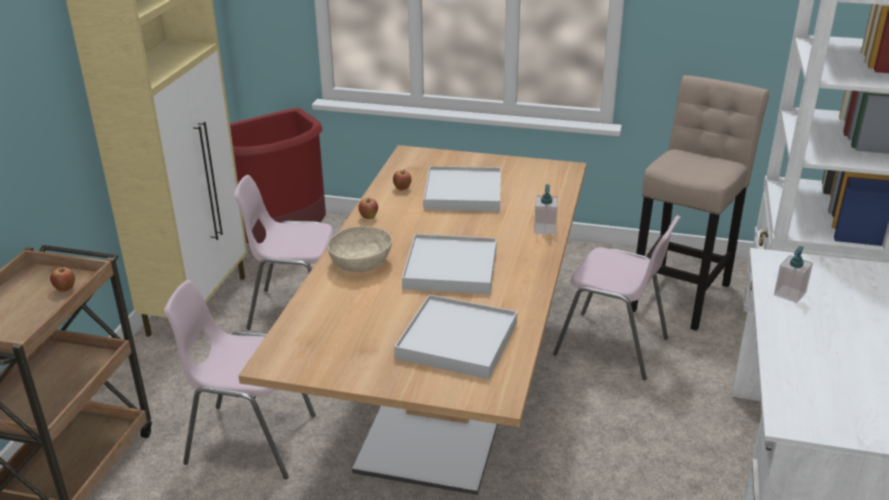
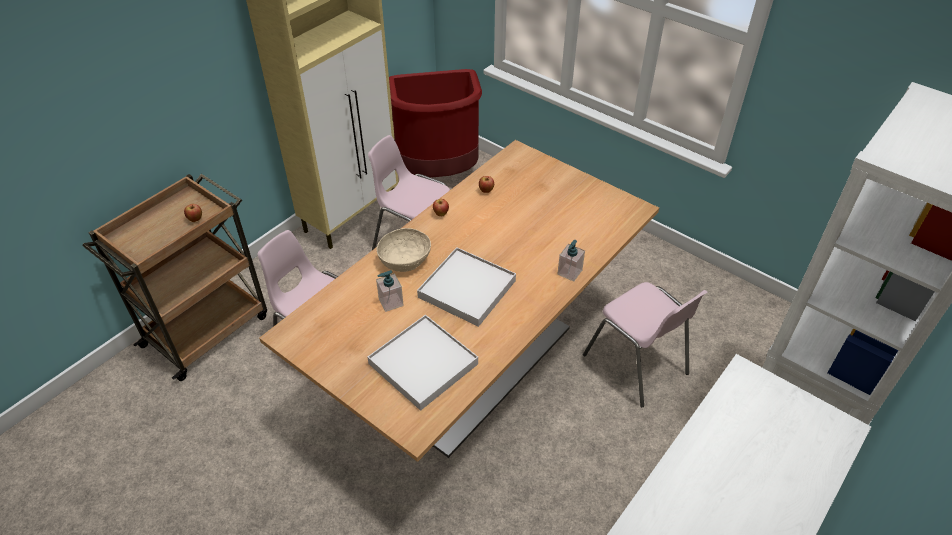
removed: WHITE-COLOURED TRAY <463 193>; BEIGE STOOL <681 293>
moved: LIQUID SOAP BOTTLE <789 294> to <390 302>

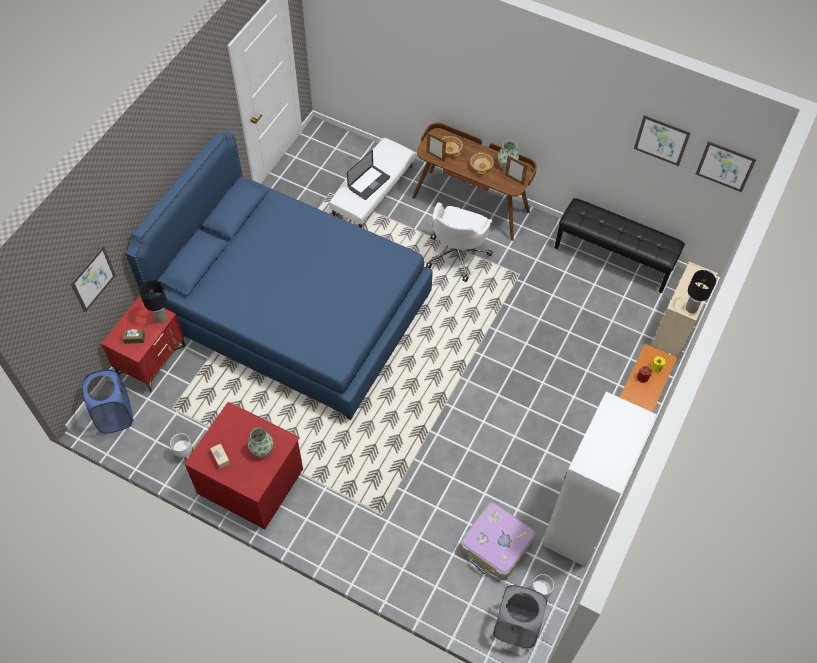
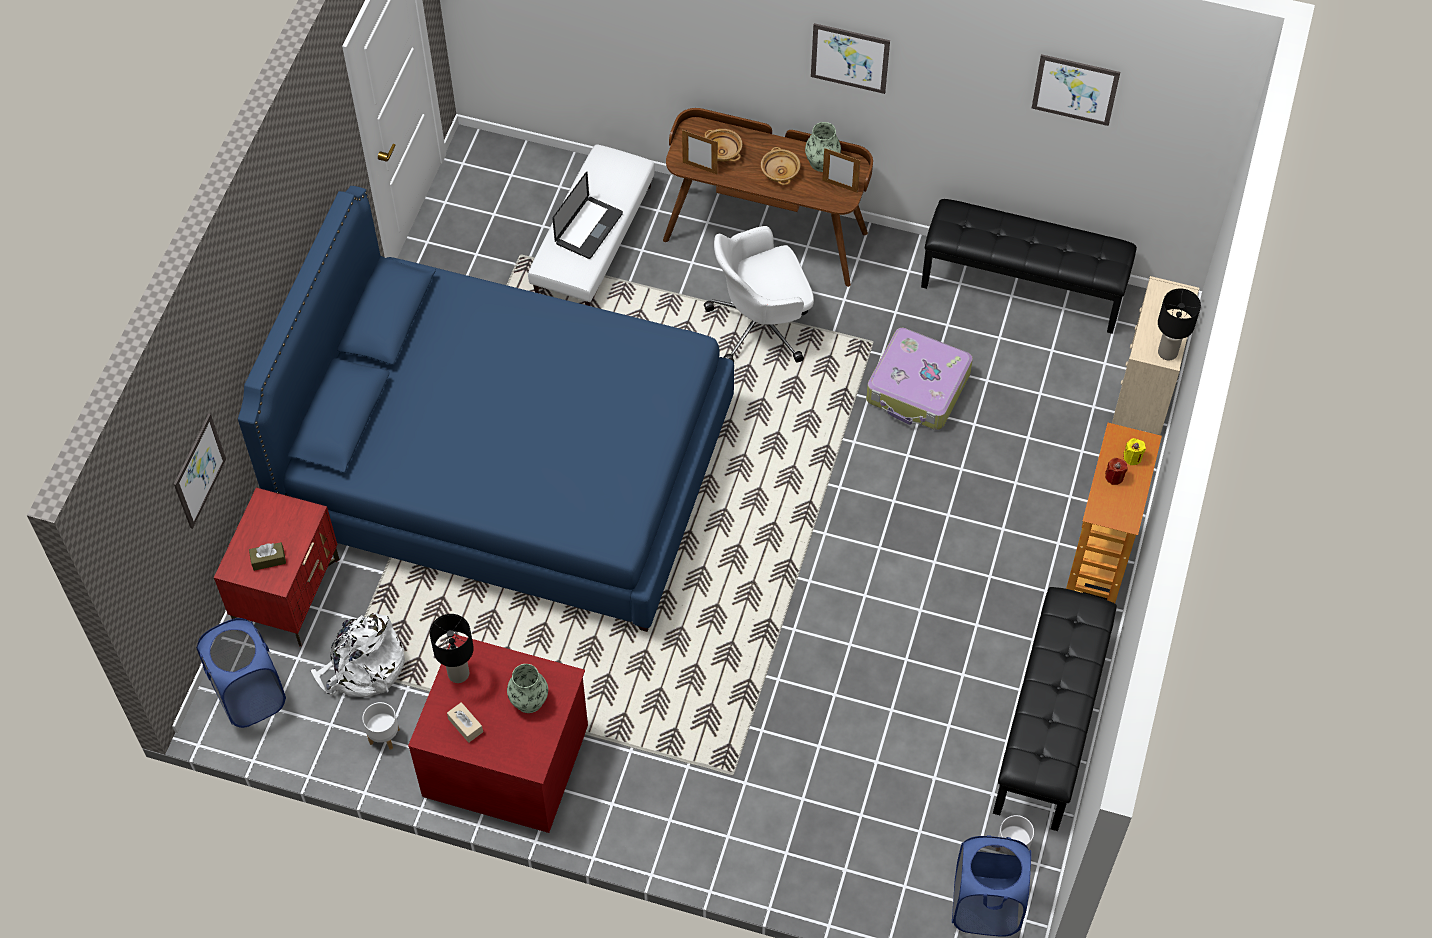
added: WHITE-COLOURED RUCKSACK <363 667>
moved: BLACK TABLE LAMP <161 318> to <458 673>; PIECE OF LUGGAGE <496 545> to <918 388>; WALL ART <725 166> to <850 58>
replaced: WHITE-COLOURED CLOTHES CUPBOARD <578 521> to BLACK LONG SEAT <1050 726>
recoloured: GREY HAMPER <516 626> to BLUISH HAMPER <985 906>
turned: WHITE-COLOURED OFFICE CHAIR <457 254> = <761 325> 60 degrees clockwise

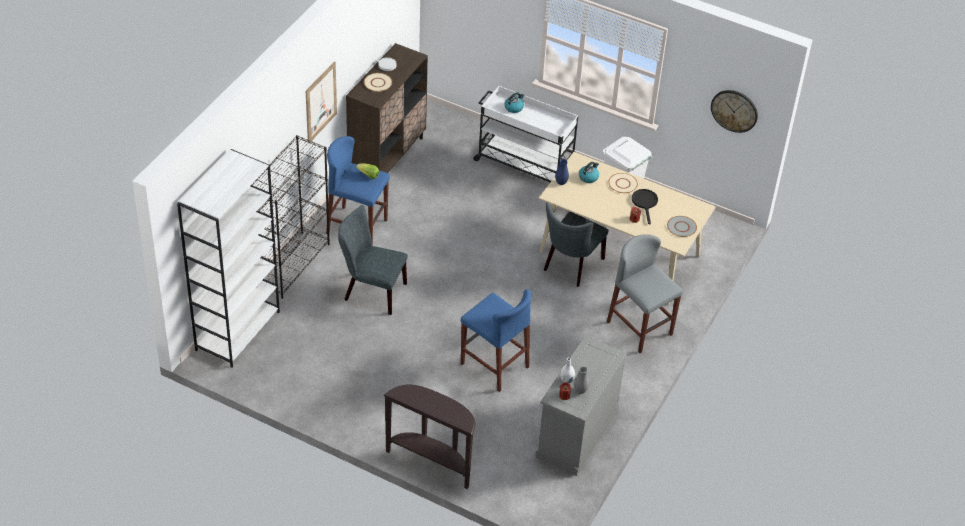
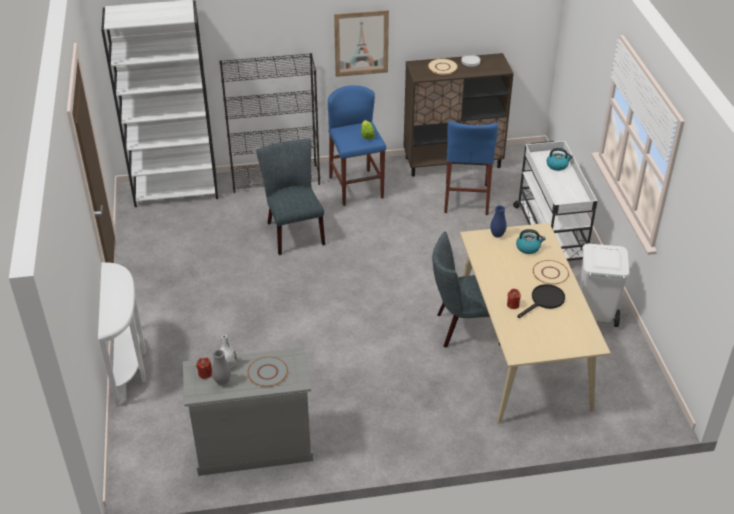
removed: GREY STOOL <639 328>; CLOCK ON THE WALL <734 110>
moved: BLUISH STOOL <494 365> to <466 198>; GREY DINNER PLATE <681 227> to <267 372>
recoloured: BROWN NARROW TABLE <432 461> to WHITE-COLOURED NARROW TABLE <130 367>

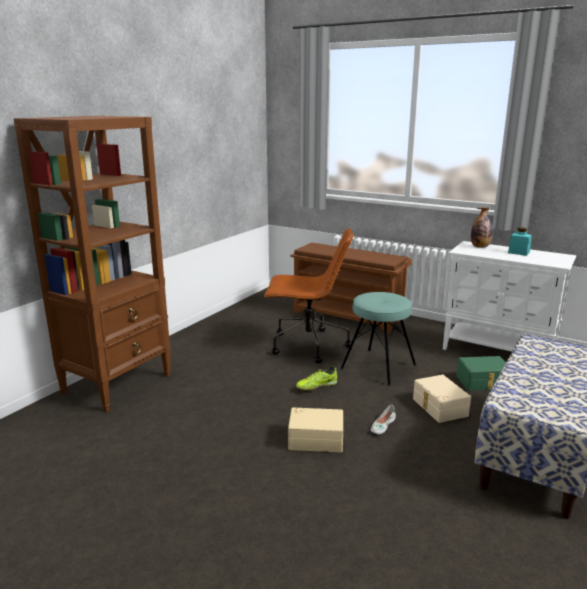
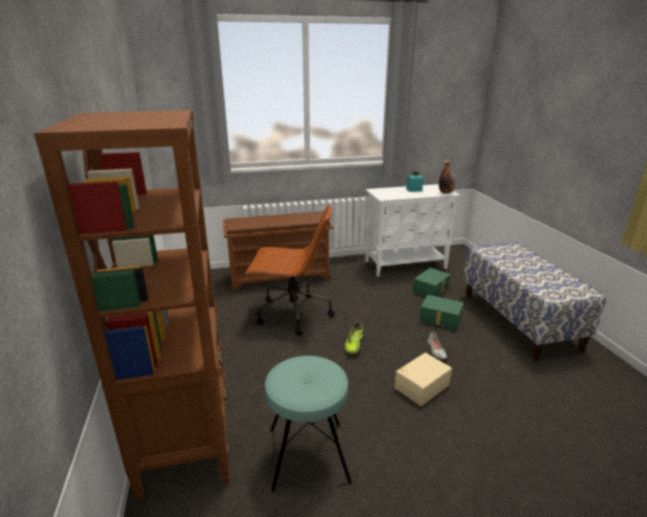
moved: TURQUOISE-COLOURED STOOL <378 367> to <308 454>; BOTTLE <480 247> to <446 192>
recoloured: BEIGE STORAGE BIN <439 407> to GREEN-COLOURED STORAGE BIN <440 319>
turned: BROWN OFFICE CHAIR <307 345> = <292 314> 45 degrees clockwise

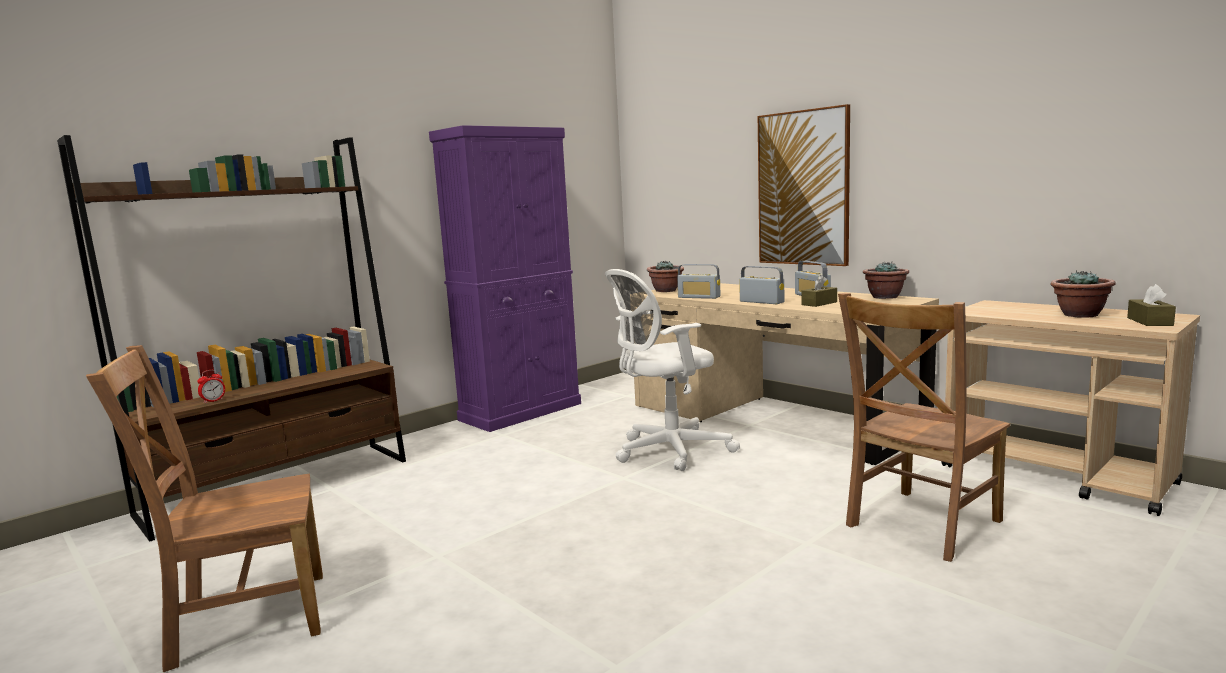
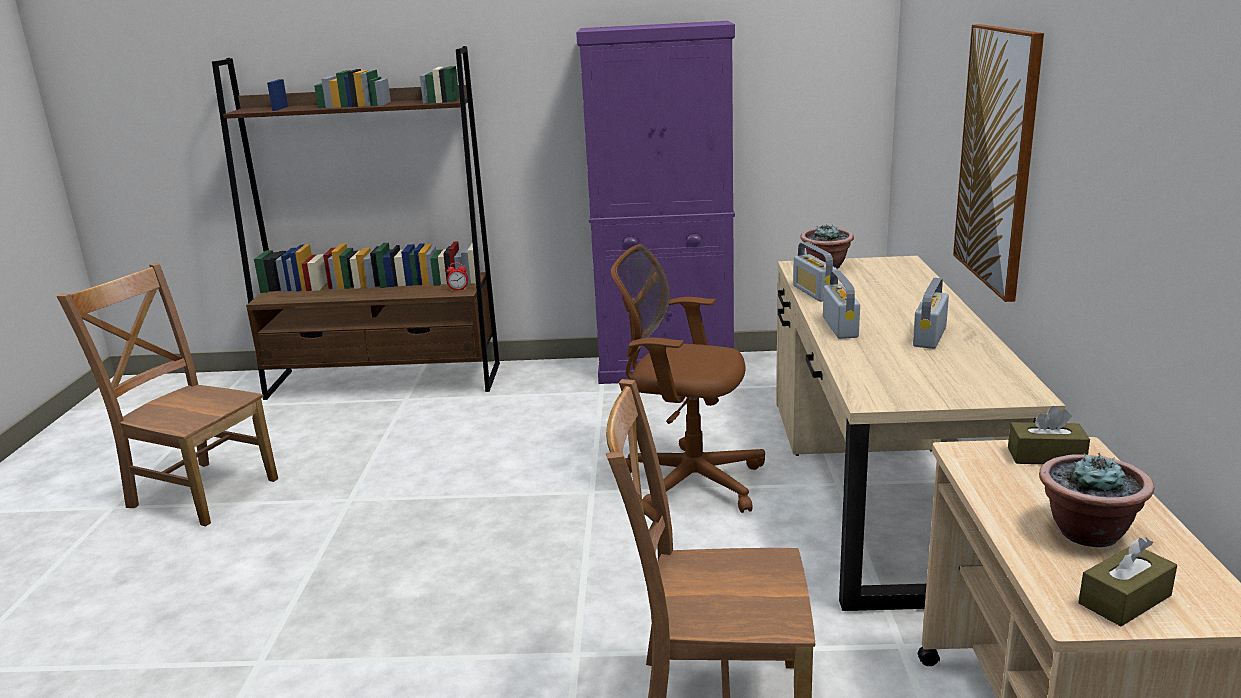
removed: POTTED PLANT <885 297>
moved: BEDSIDE CLOCK <213 401> to <458 289>; BROWN BOX OF TISSUES <819 303> to <1046 456>
recoloured: WHITE-COLOURED OFFICE CHAIR <667 451> to BROWN OFFICE CHAIR <687 479>

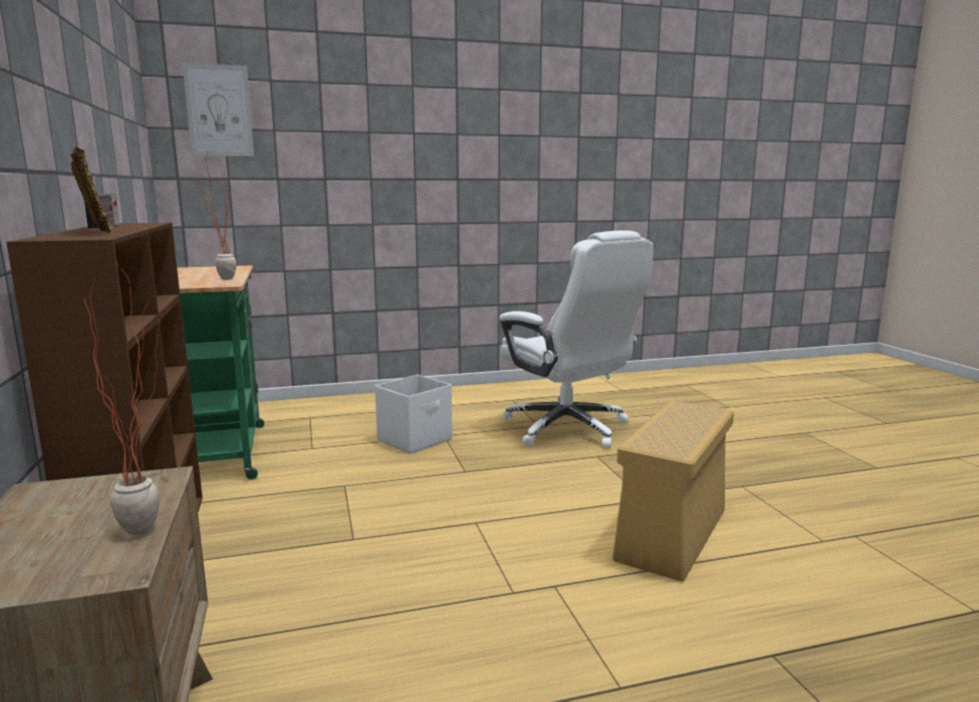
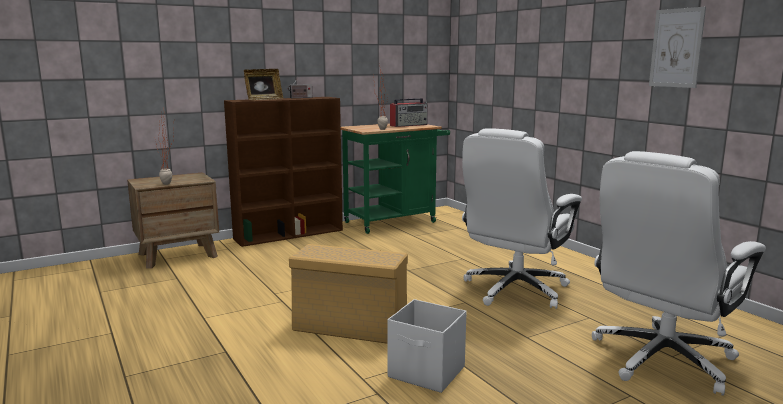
added: RADIO RECEIVER <409 125>; WHITE-COLOURED OFFICE CHAIR <661 360>
moved: WALL ART <219 111> to <676 48>; WHITE-COLOURED STORAGE BIN <415 440> to <427 373>

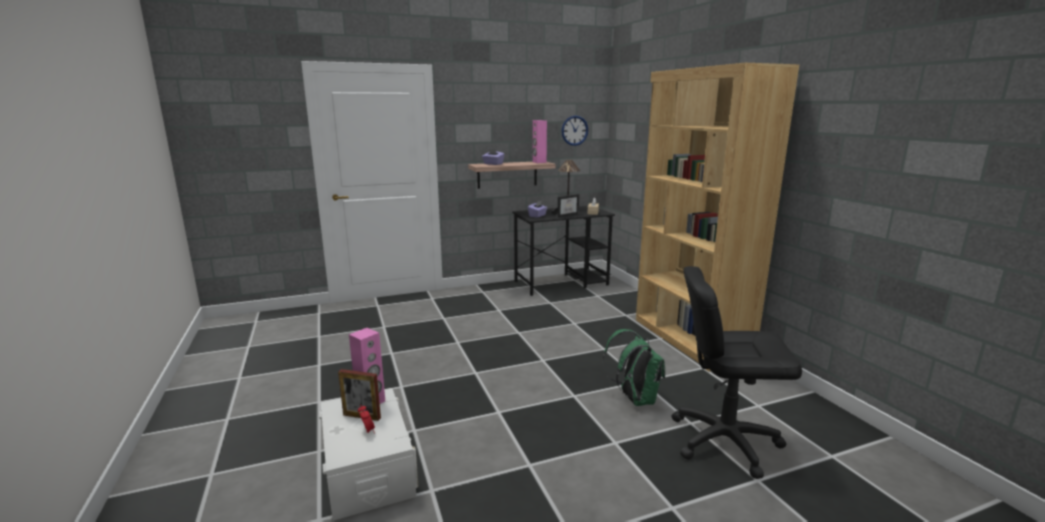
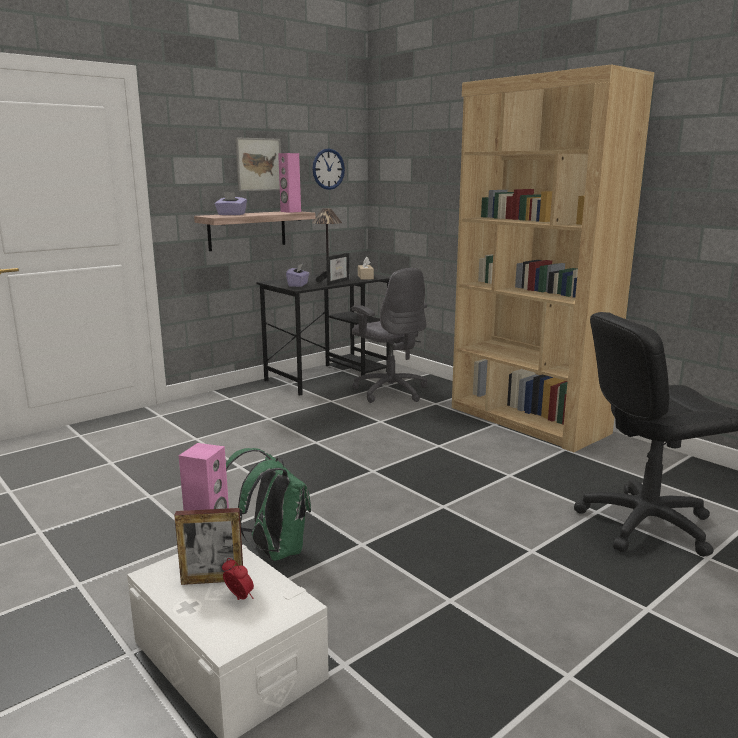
added: WALL ART <258 164>; GREY OFFICE CHAIR <390 391>
moved: GREEN-COLOURED RUCKSACK <634 399> to <272 550>

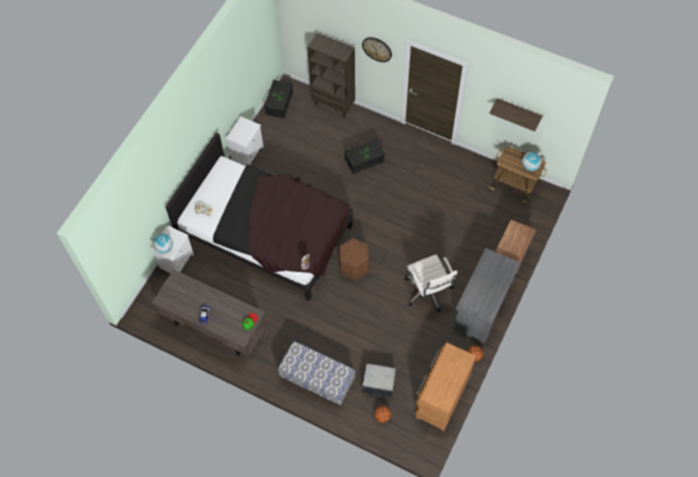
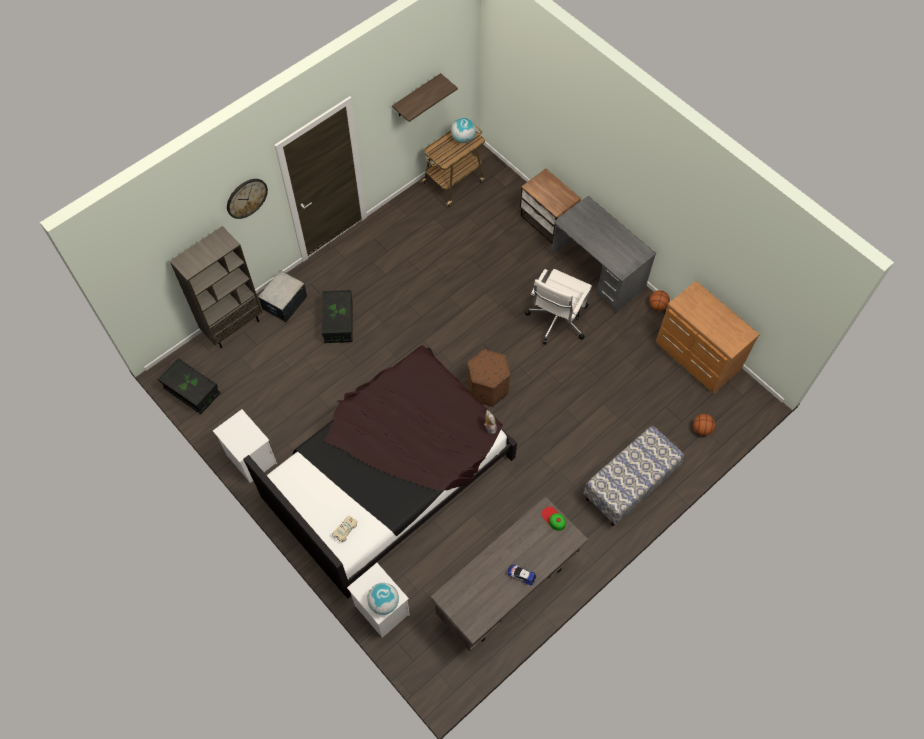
moved: STORAGE BIN <379 383> to <284 303>
turned: WHITE-COLOURED OFFICE CHAIR <428 292> = <556 320> 120 degrees clockwise

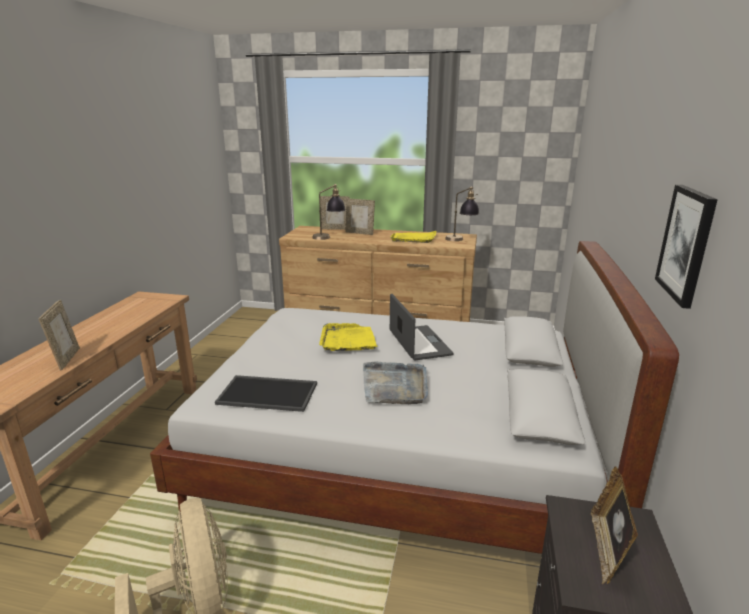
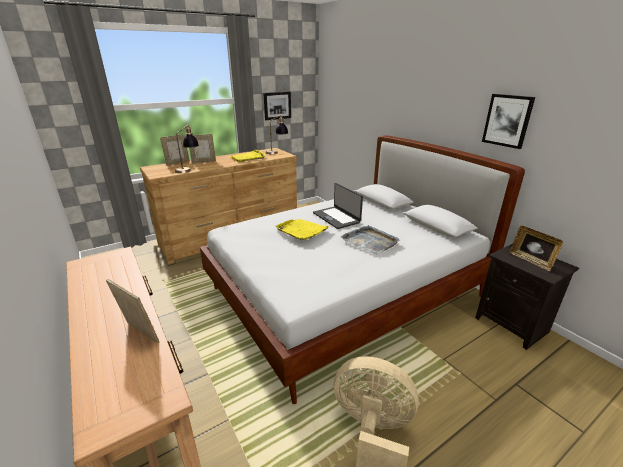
removed: TRAY <269 393>
added: WALL ART <277 105>
turned: LAPTOP <418 343> = <336 217> 150 degrees counterclockwise

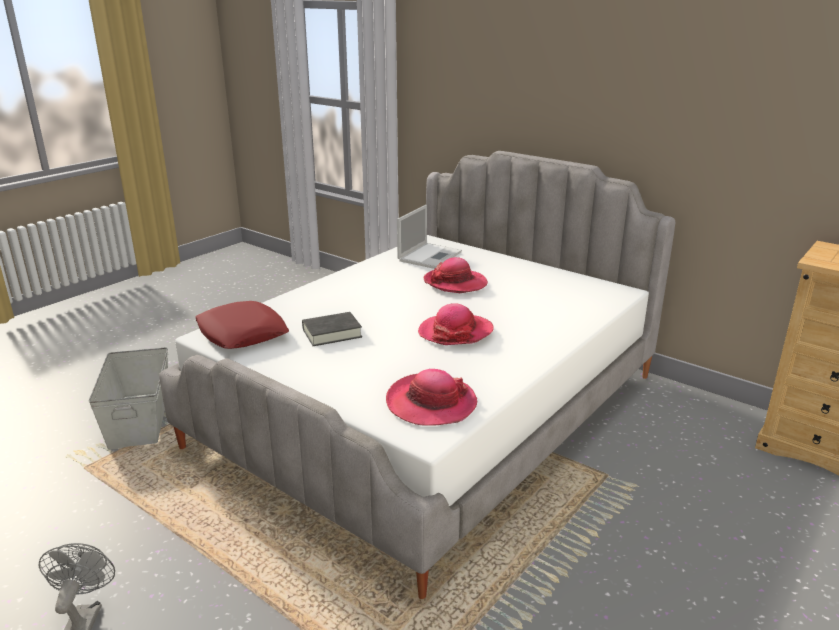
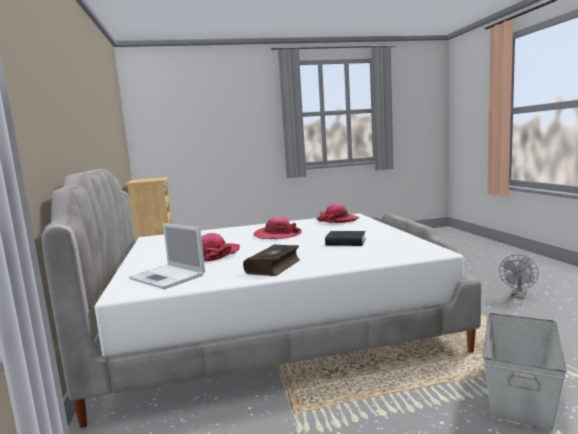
removed: RED-COLOURED PILLOW <242 333>
added: BOUND BOOK <274 267>
turned: LAPTOP <430 256> = <168 277> 120 degrees counterclockwise

